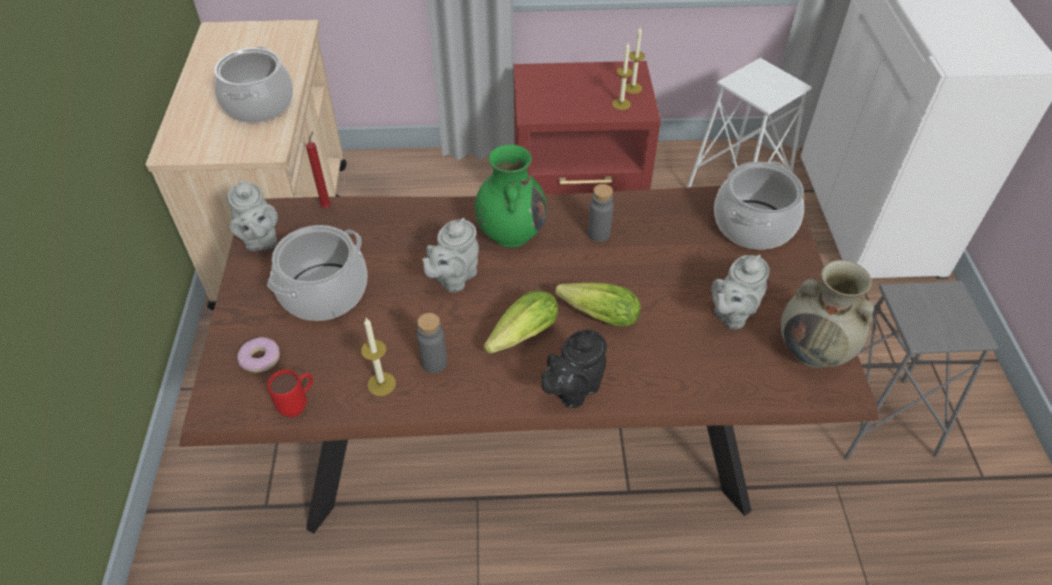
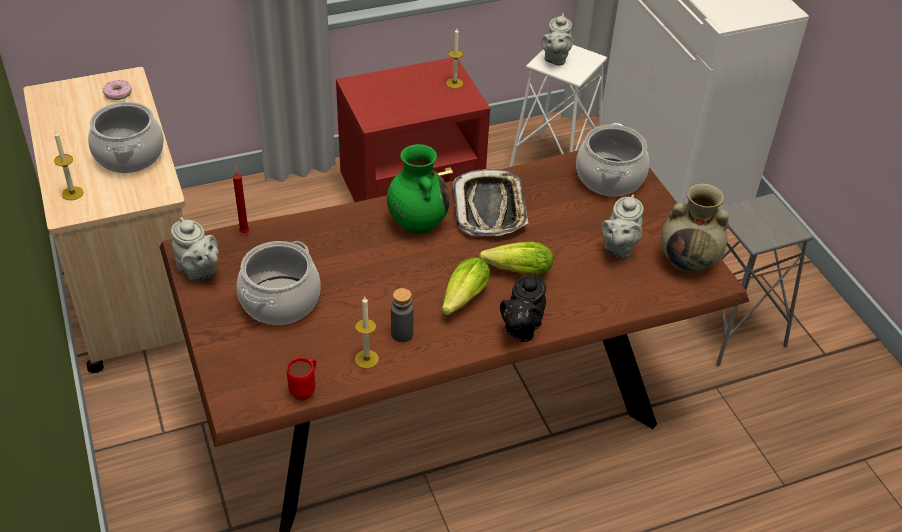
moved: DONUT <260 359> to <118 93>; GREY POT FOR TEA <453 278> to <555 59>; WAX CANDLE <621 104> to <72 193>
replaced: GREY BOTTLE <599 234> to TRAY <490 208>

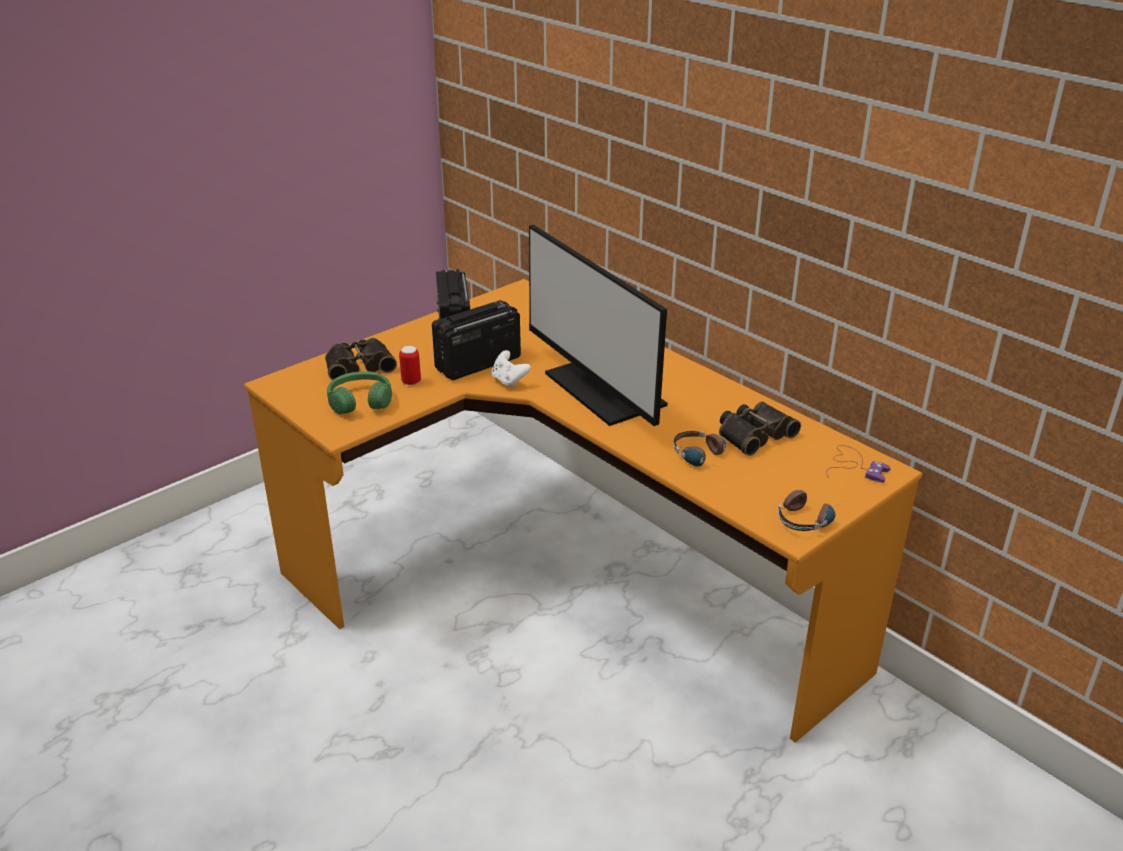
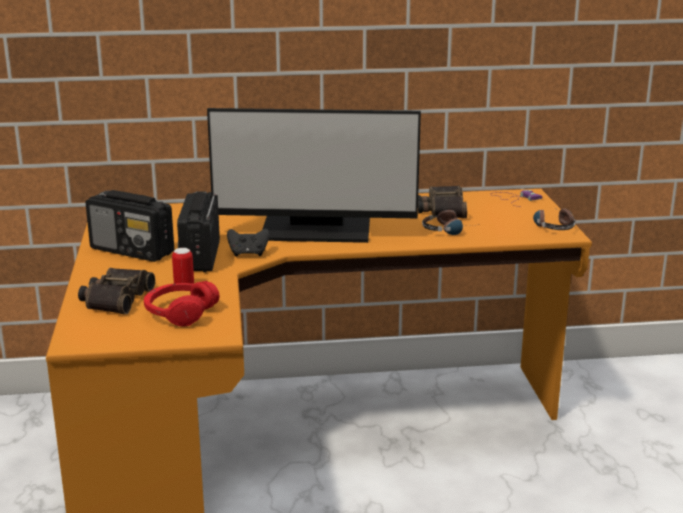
recoloured: GREEN-COLOURED HEADSET <360 401> to RED-COLOURED HEADSET <180 313>; WHITE-COLOURED GAME CONTROLLER <509 381> to BLACK GAME CONTROLLER <248 254>

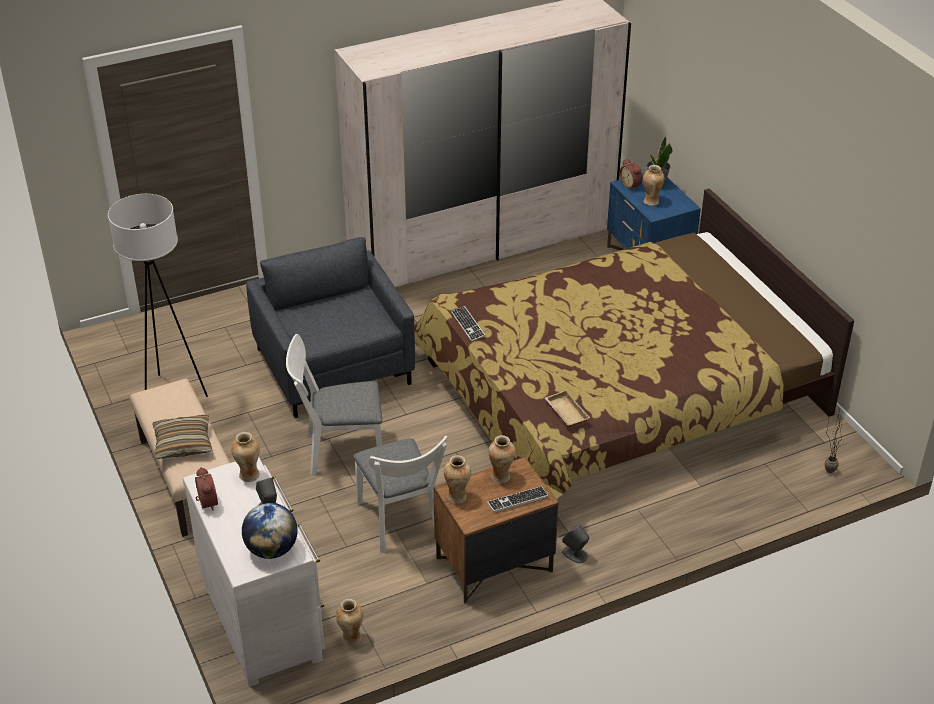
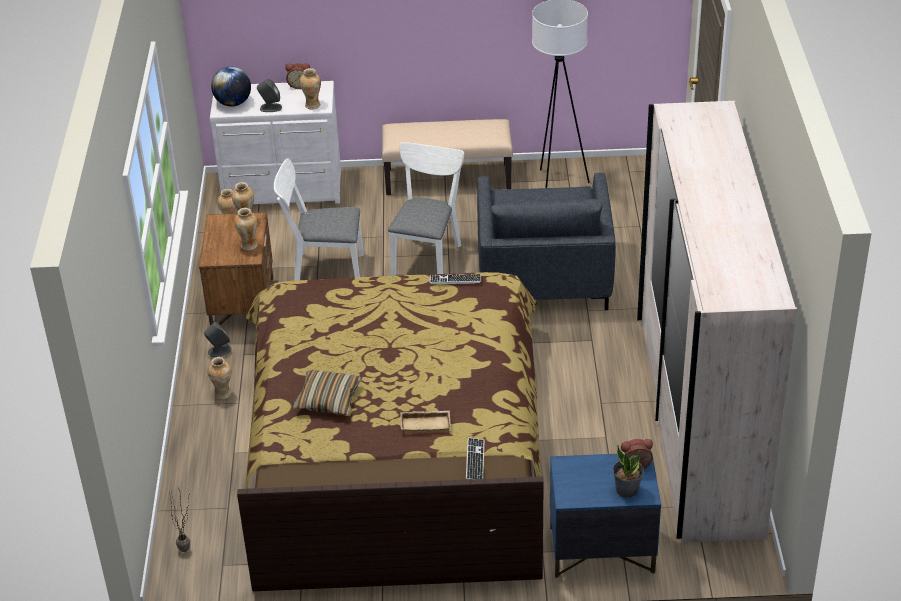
moved: PILLOW <183 444> to <328 399>; PC KEYBOARD <517 500> to <475 460>; BEIGE TRAY <565 412> to <426 423>; FLOWER VASE <651 201> to <223 394>
turned: GREY EASY CHAIR <334 366> = <543 276> 90 degrees clockwise

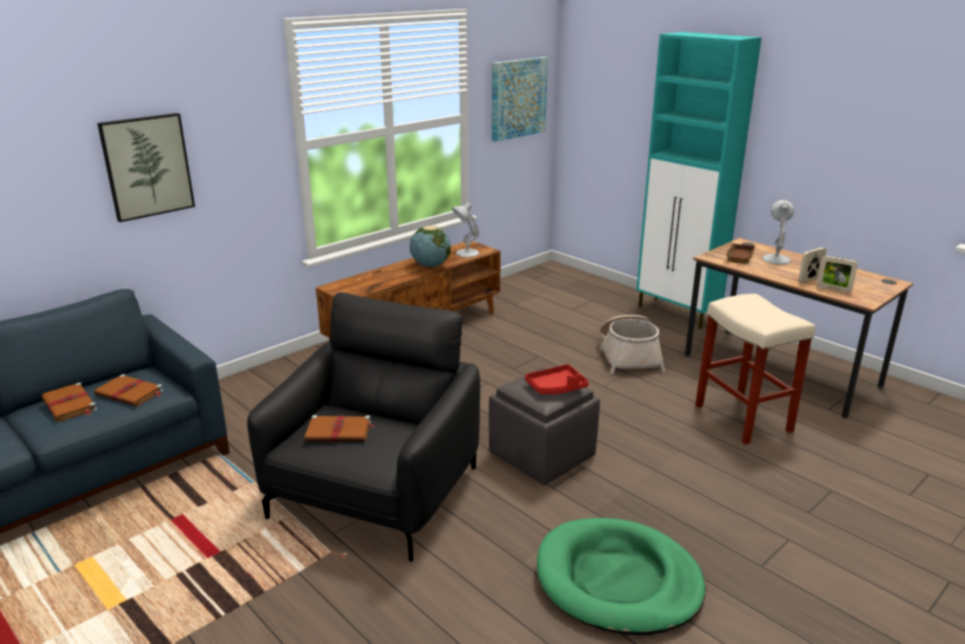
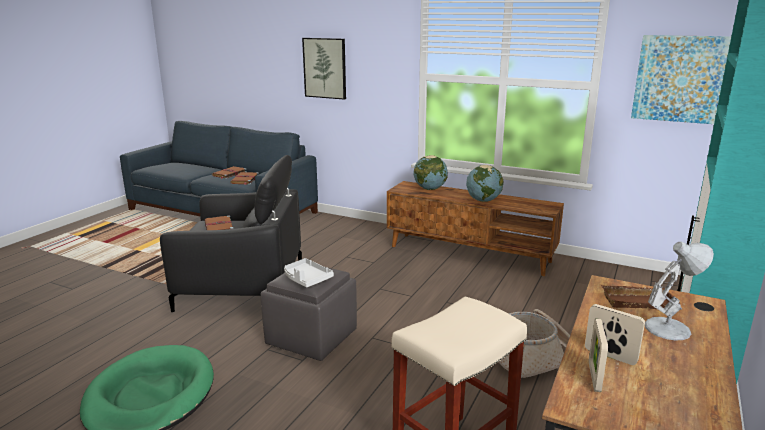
removed: WHITE-COLOURED TABLE LAMP <466 253>
added: WORLD GLOBE <430 189>
recoloured: RED-COLOURED TRAY <556 387> to GREY TRAY <306 279>

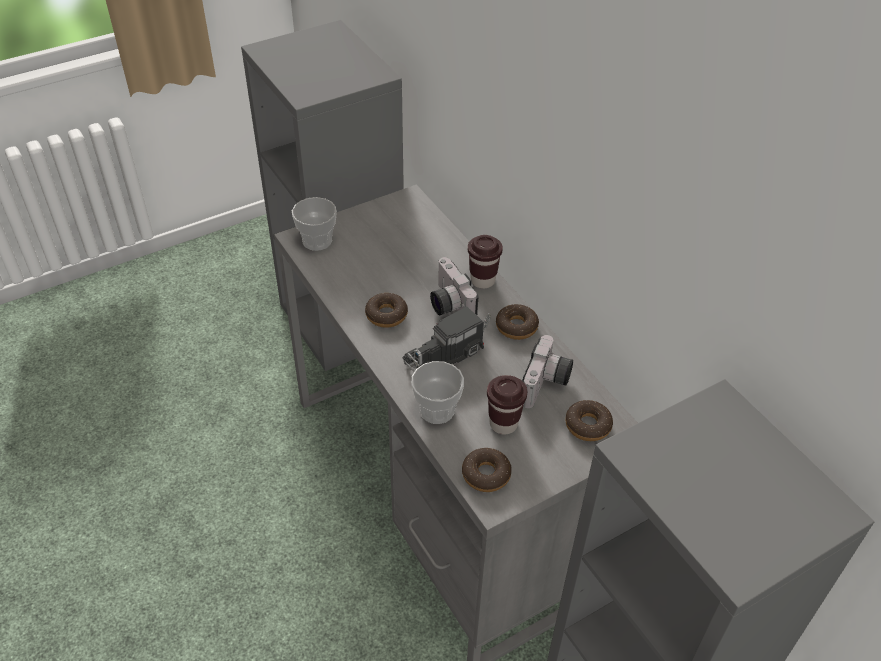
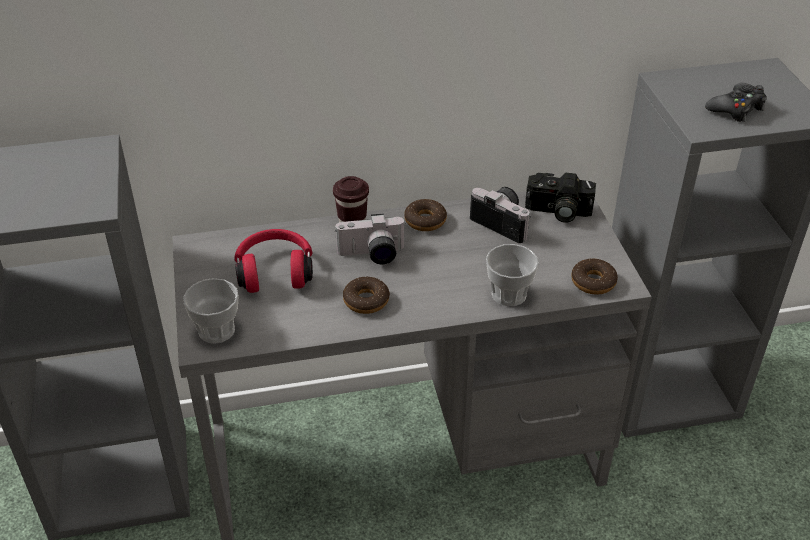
removed: TOY TRUCK <447 354>; BROWN DRINKING CUP <503 424>
added: RED-COLOURED HEADSET <275 271>; BLACK GAME CONTROLLER <736 109>
replaced: DONUT <588 425> to STILL CAMERA <557 212>

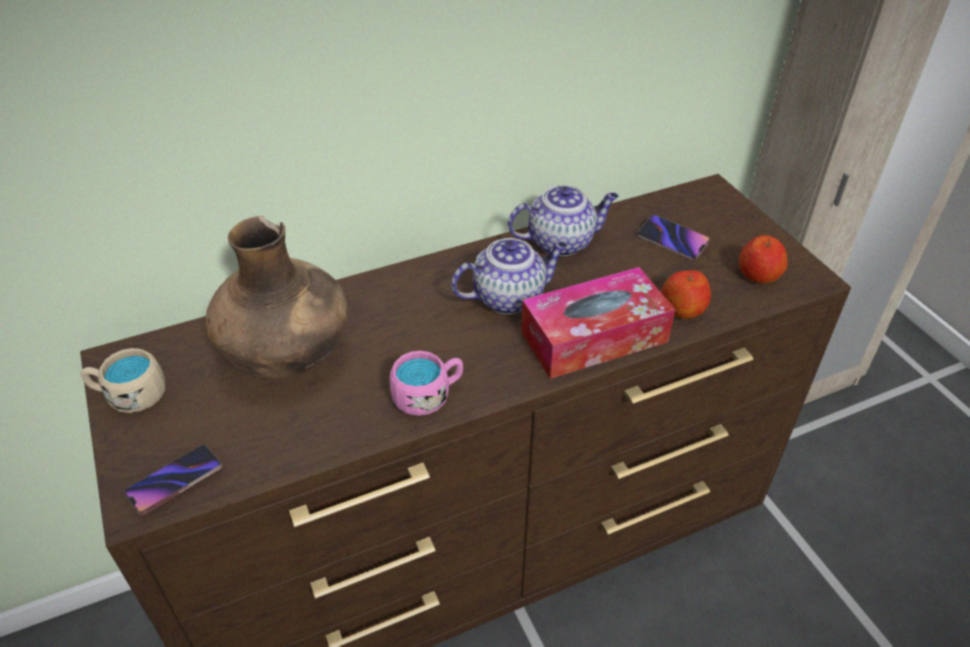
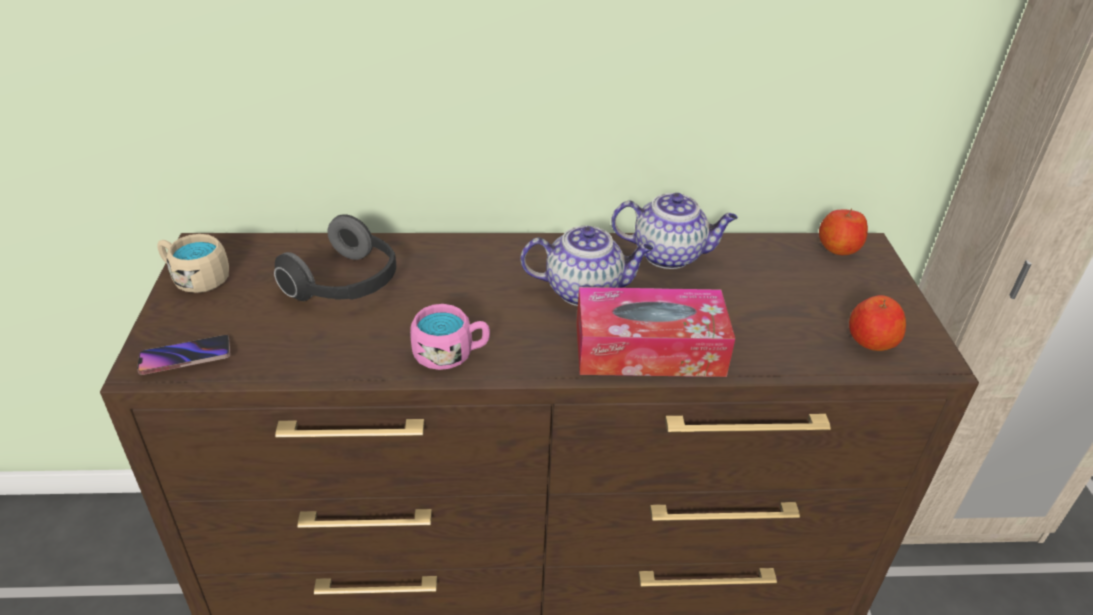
removed: TELEPHONE <672 240>
moved: APPLE <682 309> to <838 248>
replaced: BROWN FLOWER VASE <288 356> to HEADSET <346 284>

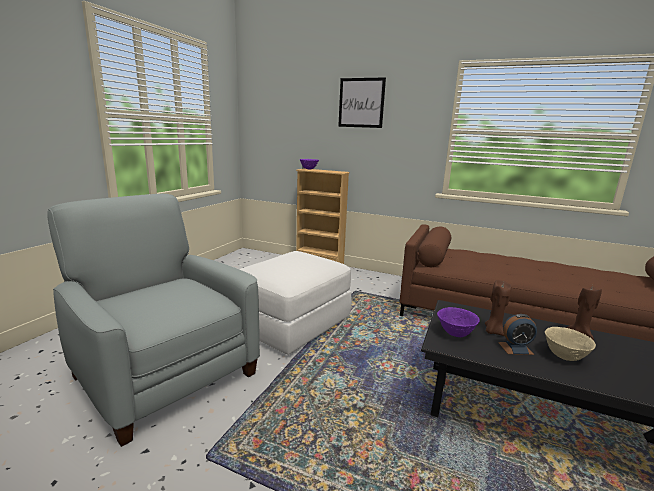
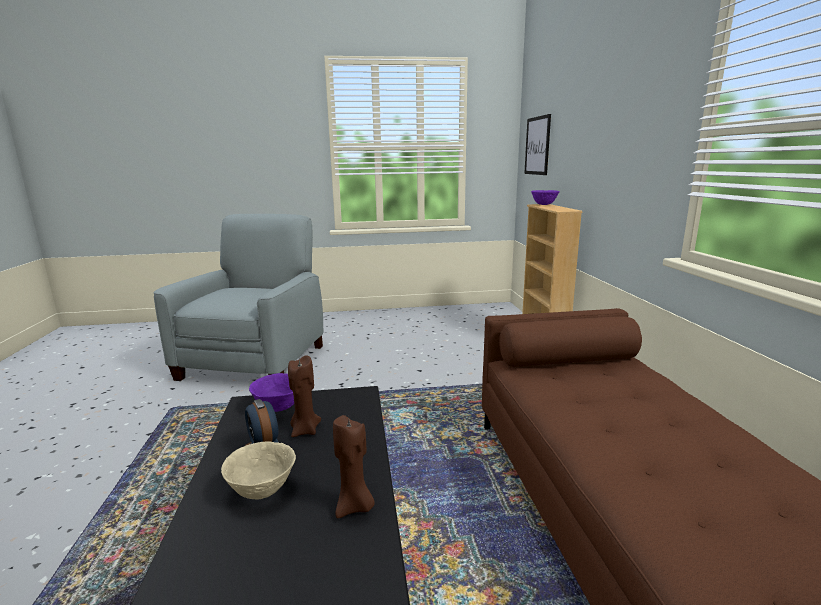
removed: WHITE-COLOURED FOOTREST <291 324>
moved: WALL ART <361 103> to <537 146>

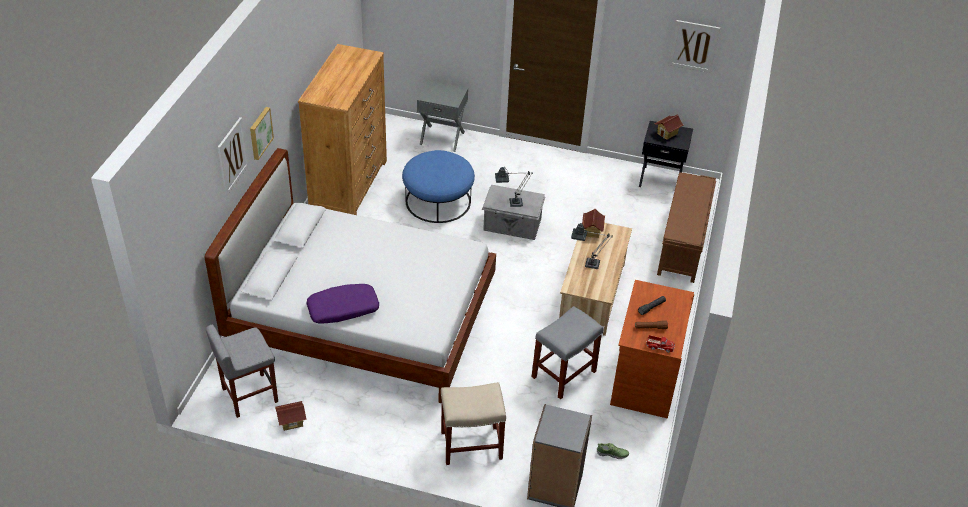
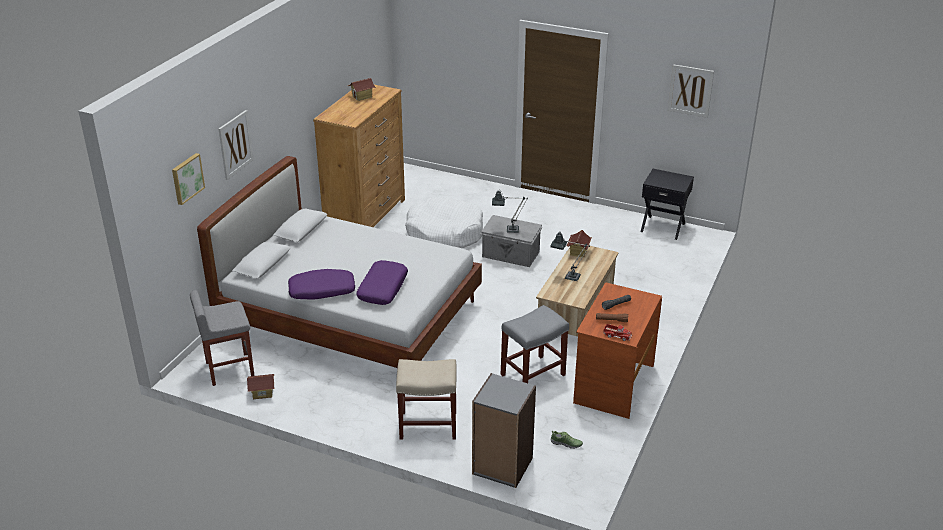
removed: GREY BEDSIDE TABLE <442 137>; BROWN LONG SEAT <683 243>
added: PURPLE PILLOW <382 288>
moved: WALL ART <260 133> to <187 178>; MINIATURE HOUSE <667 133> to <362 97>
replaced: BLUISH FOOTREST <438 201> to WHITE-COLOURED DOG CUSHION <445 232>

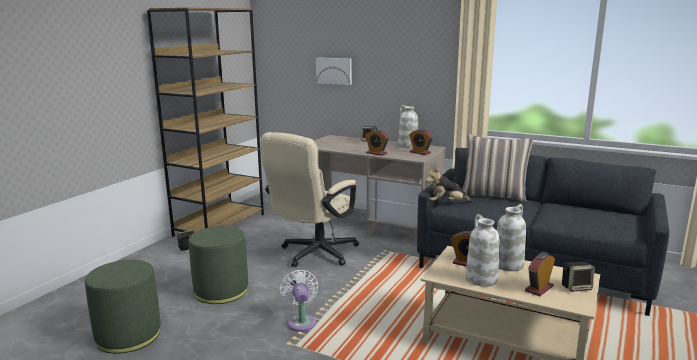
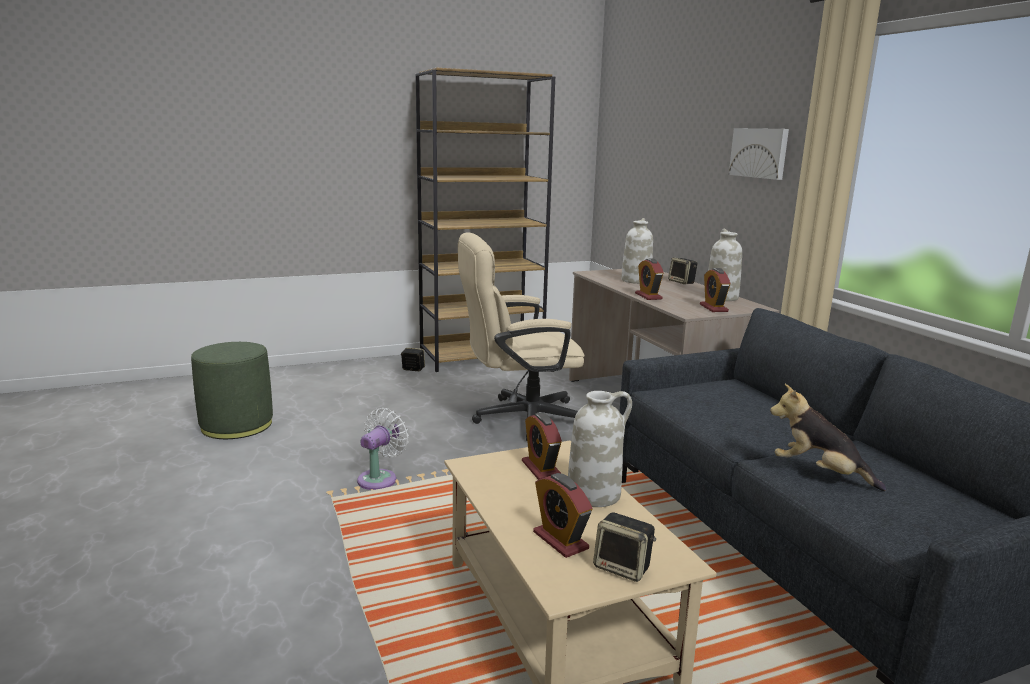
removed: GREEN-COLOURED FOOTREST <221 291>; PILLOW <494 195>
moved: WALL ART <334 70> to <760 153>; CUDDLY TOY <447 203> to <819 473>; WHITE-COLOURED FLOWER VASE <481 279> to <635 280>
turned: BEDSIDE CLOCK <539 288> = <560 540> 120 degrees counterclockwise

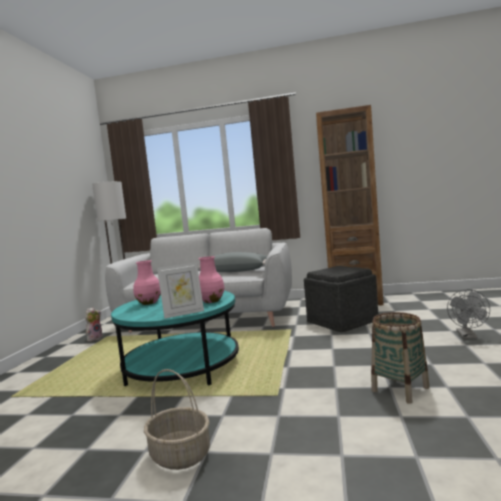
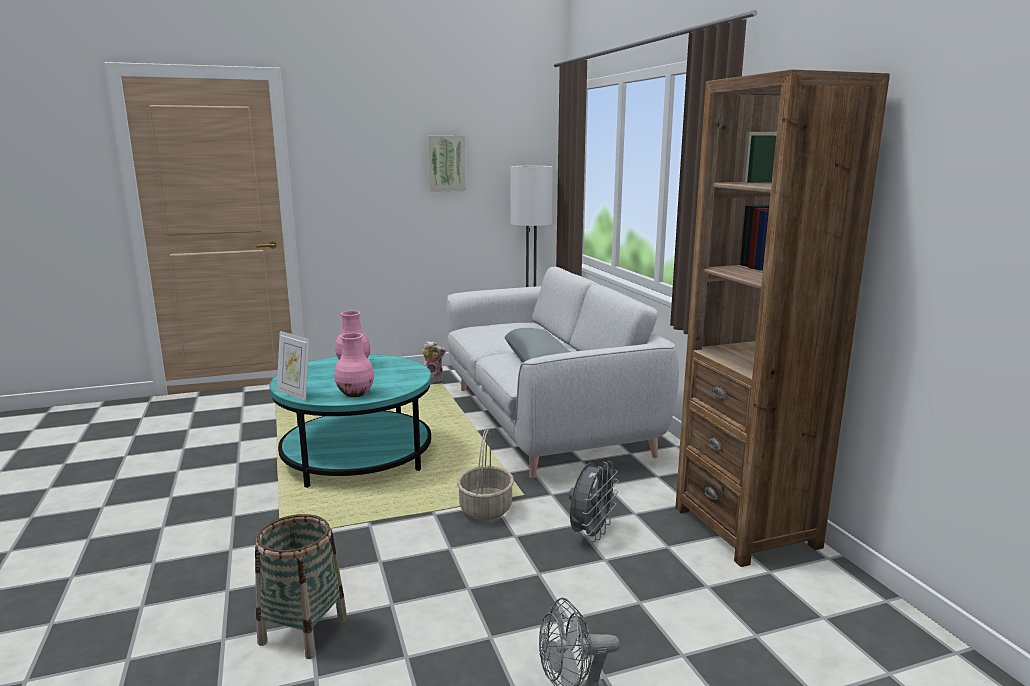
added: WALL ART <446 163>
moved: BASKET <179 455> to <485 508>
replaced: GREY FOOTREST <341 322> to GREY ELECTRIC FAN <590 534>

